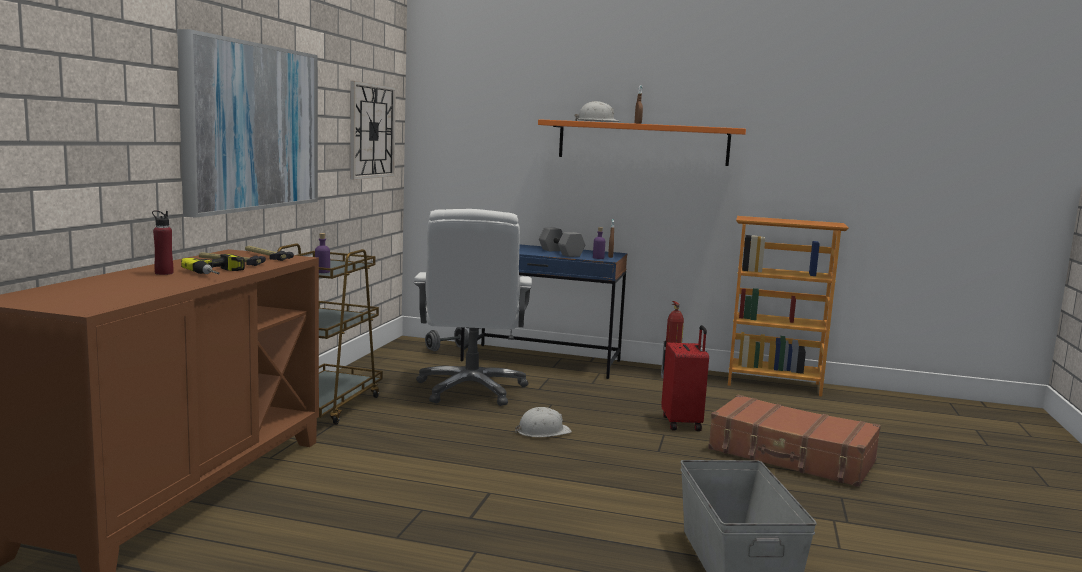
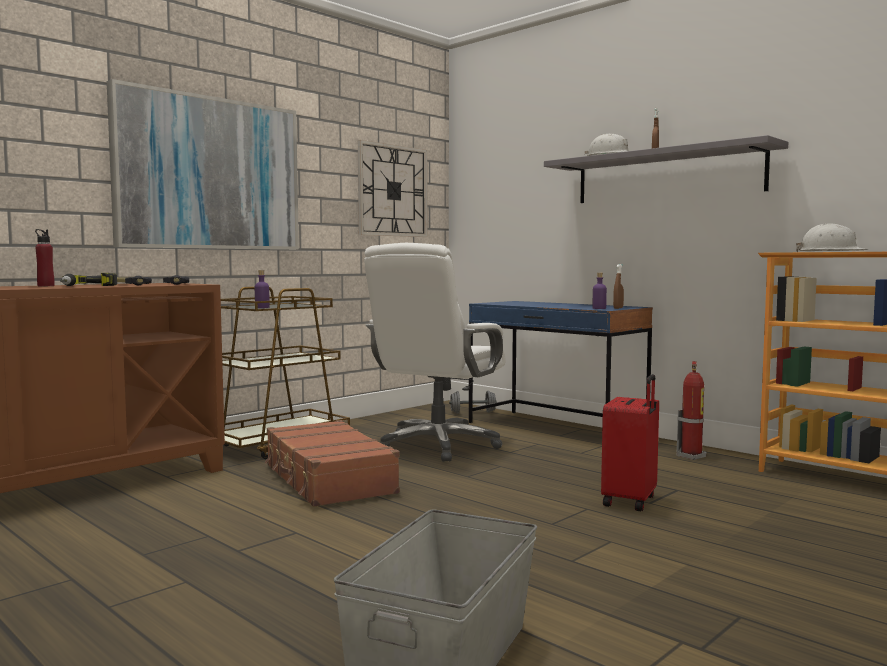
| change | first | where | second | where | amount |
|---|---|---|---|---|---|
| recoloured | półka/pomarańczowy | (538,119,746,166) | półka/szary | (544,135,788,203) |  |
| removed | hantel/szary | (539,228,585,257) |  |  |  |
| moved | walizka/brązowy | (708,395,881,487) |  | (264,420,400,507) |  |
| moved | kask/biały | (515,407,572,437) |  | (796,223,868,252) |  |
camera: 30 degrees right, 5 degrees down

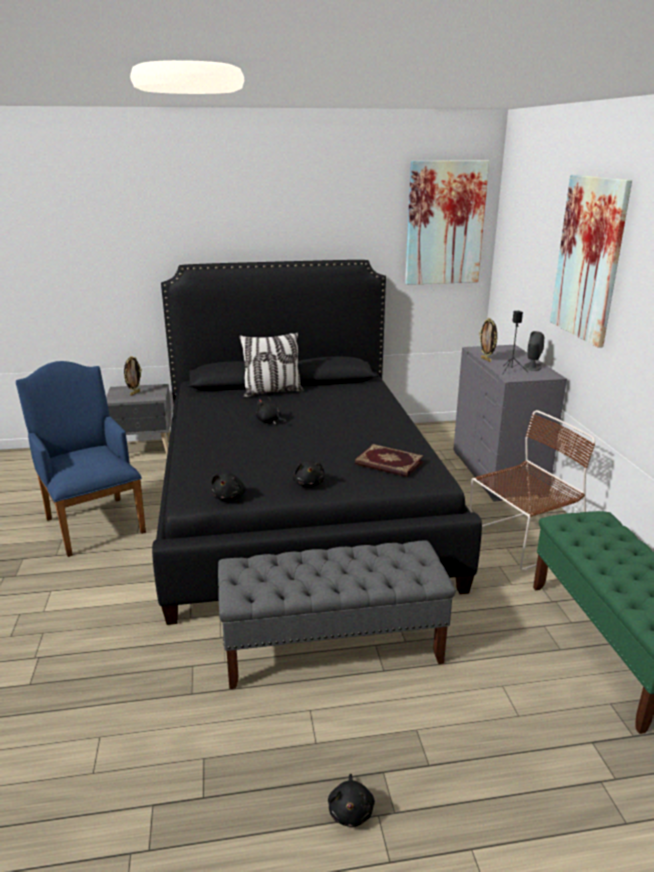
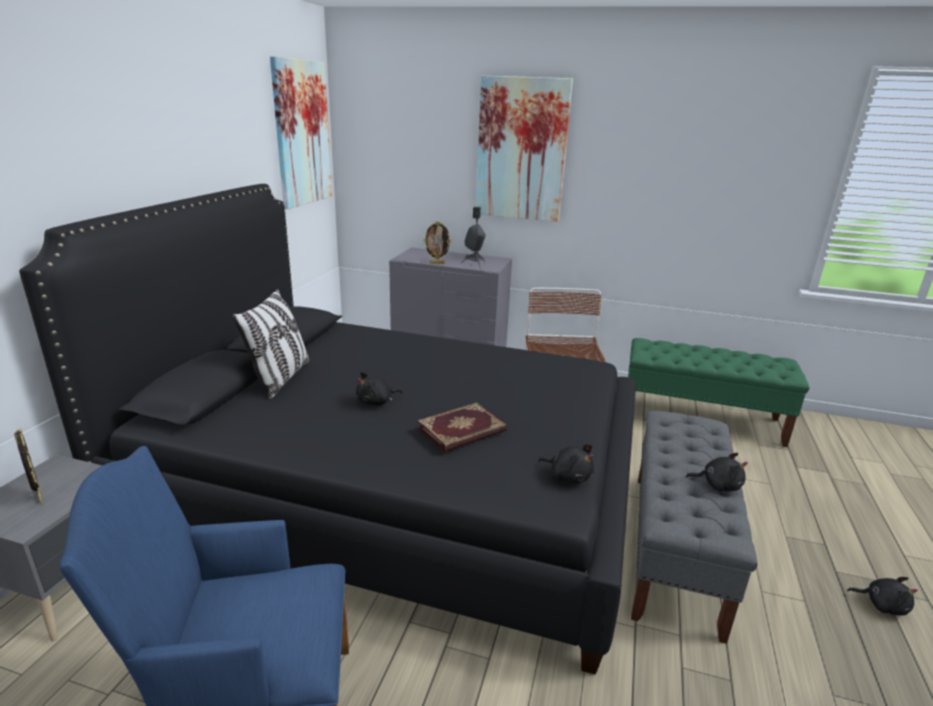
| change | first | where | second | where | amount |
|---|---|---|---|---|---|
| moved | książka | (355,444,424,477) |  | (417,402,507,452) |  |
| moved | pluszak/czarny | (292,460,325,487) |  | (686,453,748,491) |  |
camera: 65 degrees left, 0 degrees up

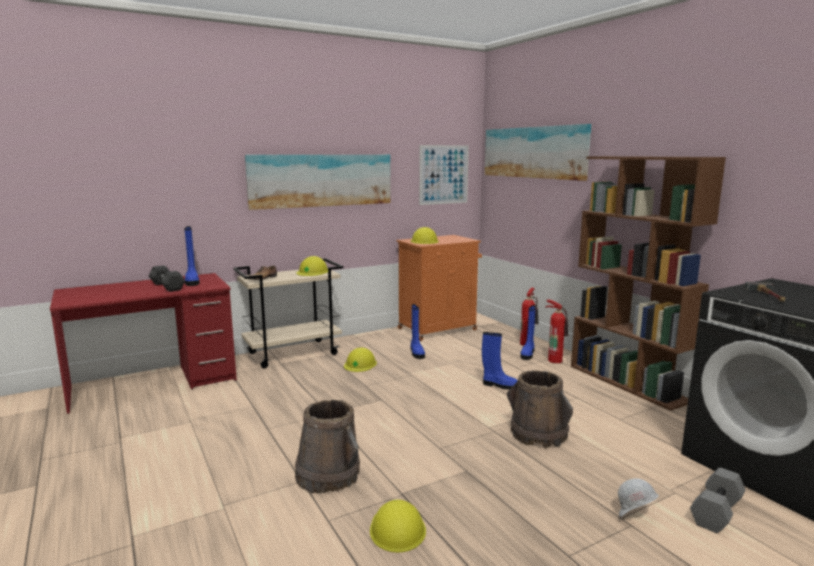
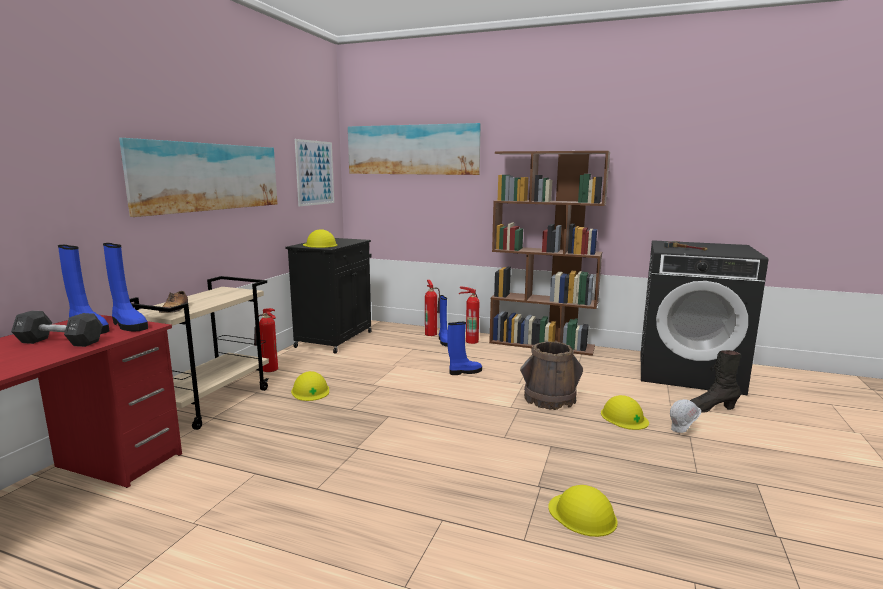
| change | first | where | second | where | amount |
|---|---|---|---|---|---|
| recoloured | szafka/pomarańczowy | (396,235,482,341) | szafka/czarny | (286,238,372,354) |  |
| moved | kask/żółty | (296,256,328,276) |  | (601,395,649,430) |  |
| moved | but z cholewką/niebieski | (410,304,425,359) |  | (103,243,148,332) |  |
| removed | wiadro/brązowy | (295,400,360,493) |  |  |  |
| replaced | hantel/szary | (690,467,745,533) | but z cholewką/czarny | (690,350,741,412) |  |
| added |  |  | gaśnica | (254,308,278,372) |  |
camera: 40 degrees left, 0 degrees up

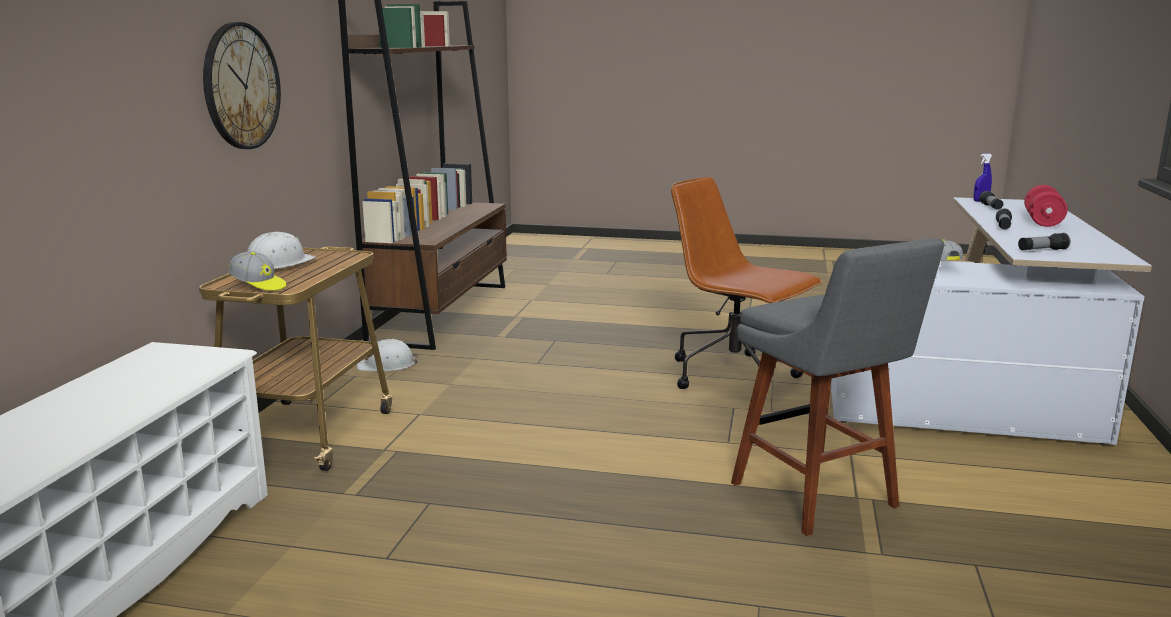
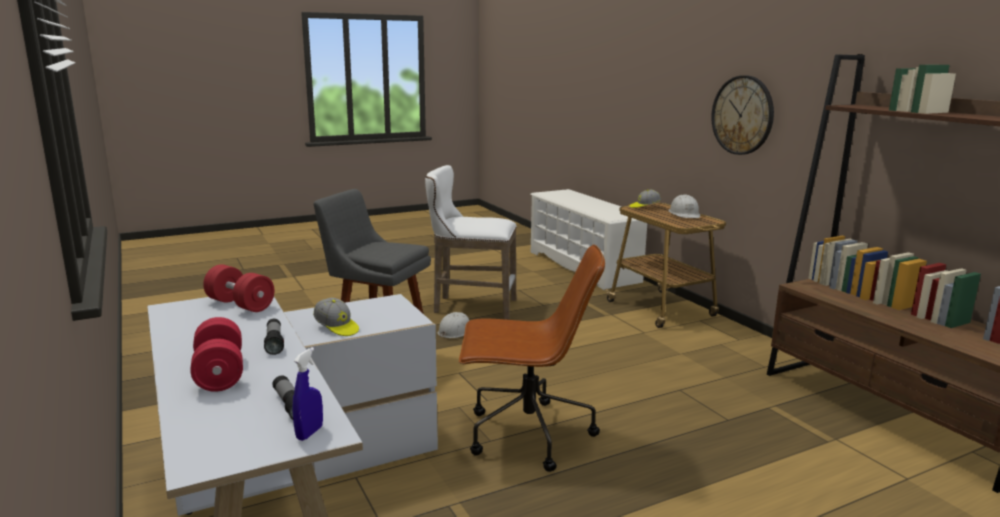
| change | first | where | second | where | amount |
|---|---|---|---|---|---|
| replaced | latarka | (1018,233,1070,250) | hantel/czerwony | (203,264,274,312) |  |
| moved | kask/biały | (357,339,418,371) |  | (438,312,469,338) |  |
| added |  |  | stołek/biały | (425,165,517,319) |  |
camera: 140 degrees right, 0 degrees up

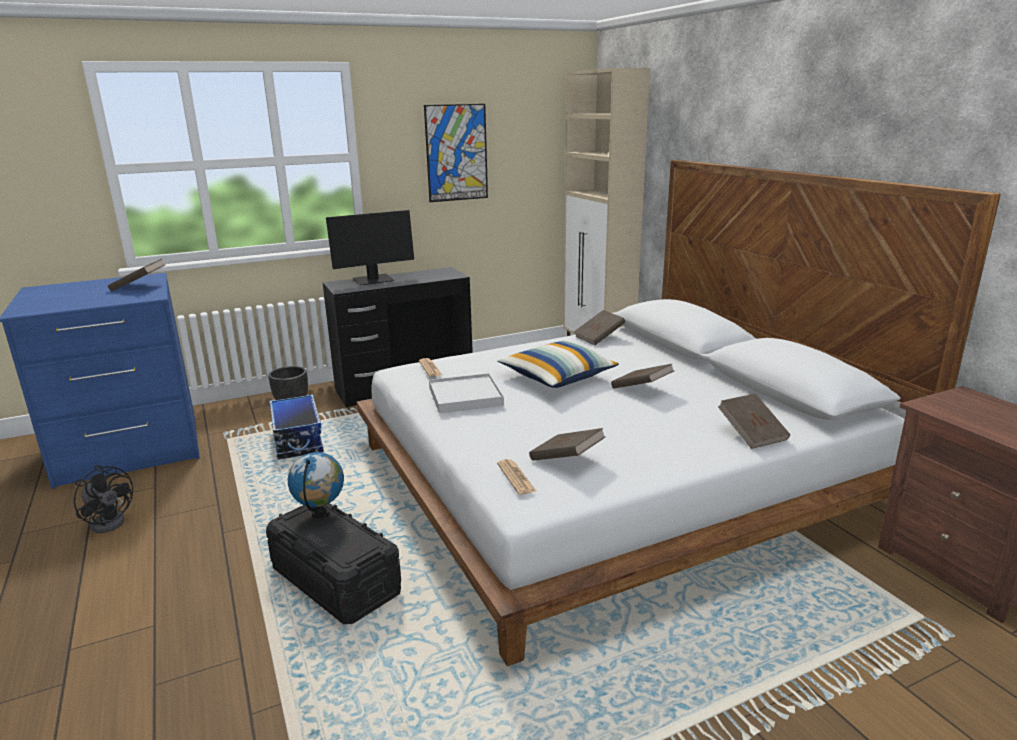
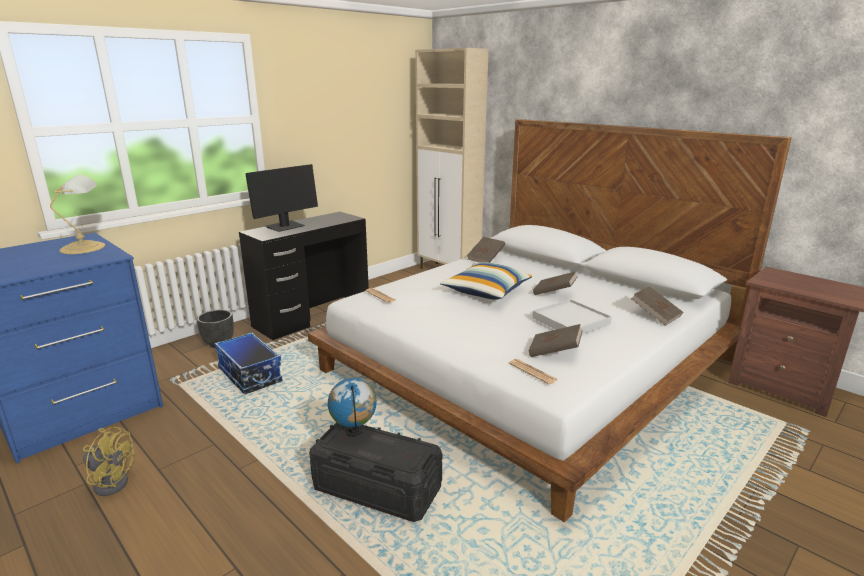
| change | first | where | second | where | amount |
|---|---|---|---|---|---|
| removed | obraz | (424,104,488,202) |  |  |  |
| replaced | książka/brązowy | (108,259,166,291) | lampa stołowa | (50,175,105,254) |  |
| moved | taca/biały | (429,373,504,414) |  | (532,299,612,334) |  |
| recoloured | wentylator/czarny | (74,465,133,533) | wentylator/żółty | (82,427,134,496) |  |
camera: 20 degrees left, 0 degrees up

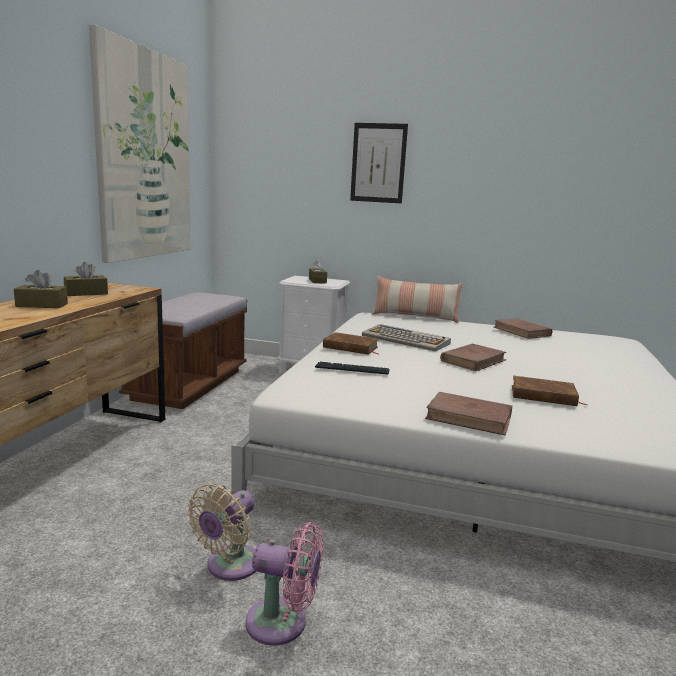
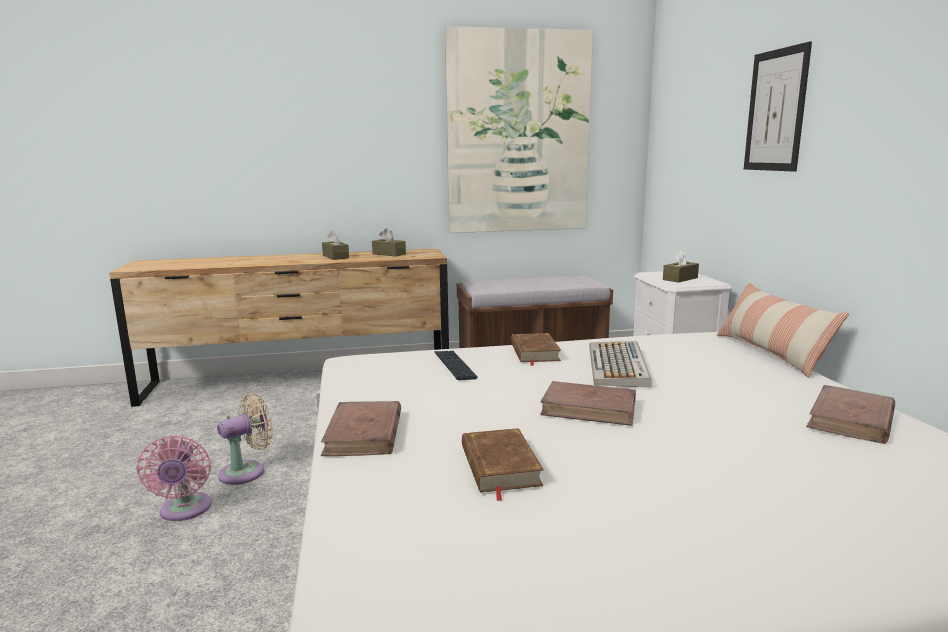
| change | first | where | second | where | amount |
|---|---|---|---|---|---|
| turned | wentylator/beżowy | (187,483,256,581) |  | (217,393,273,485) | 135 degrees clockwise |
camera: 65 degrees right, 0 degrees up

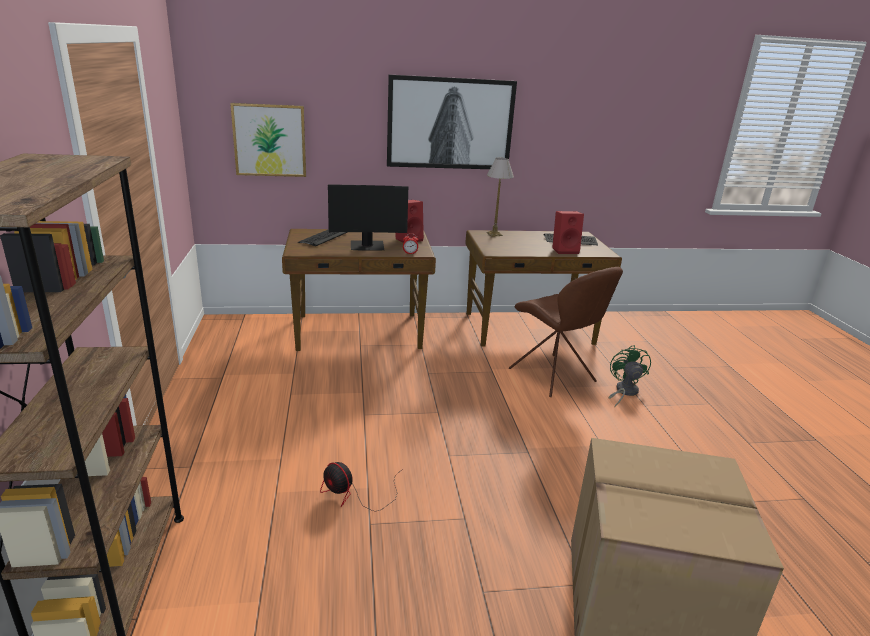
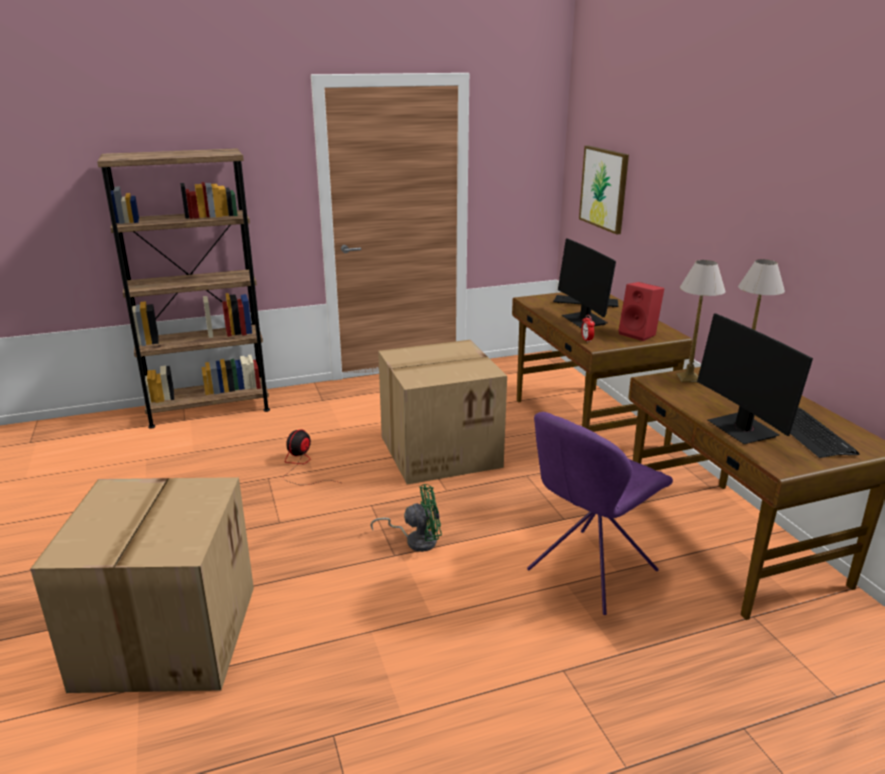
| change | first | where | second | where | amount |
|---|---|---|---|---|---|
| removed | obraz | (387,75,517,169) |  |  |  |
| replaced | głośnik/czerwony | (552,211,584,254) | monitor | (697,313,813,444) |  |
| recoloured | krzesło/brązowy | (509,267,623,397) | krzesło/fioletowy | (527,412,673,615) |  |
| moved | wentylator/zielony | (608,345,651,407) |  | (370,484,442,552) |  |
| added |  |  | lampa stołowa | (677,260,726,382) |  |
| added |  |  | karton | (378,340,507,485) |  |
camera: 80 degrees right, 0 degrees up

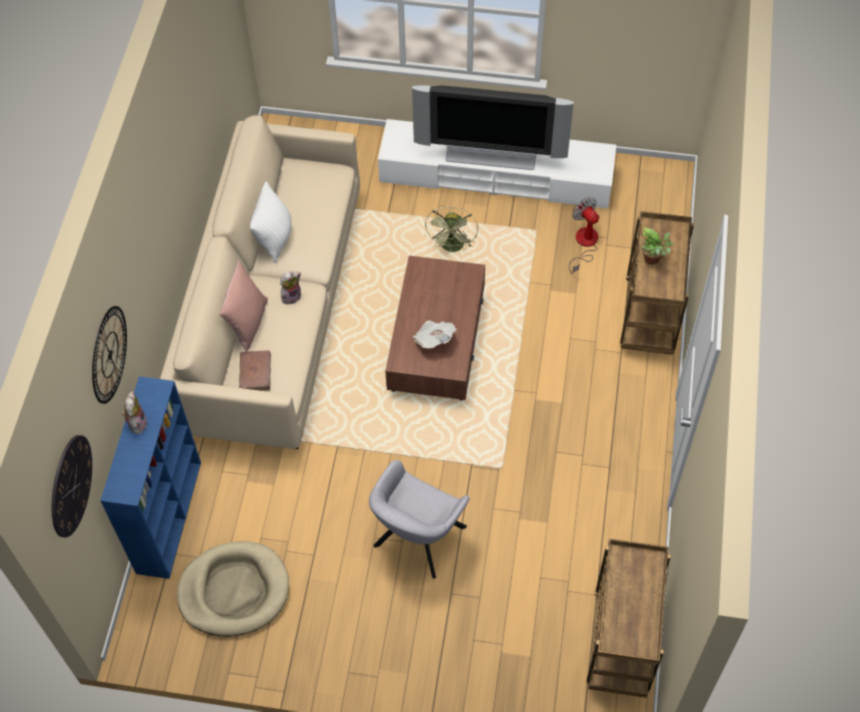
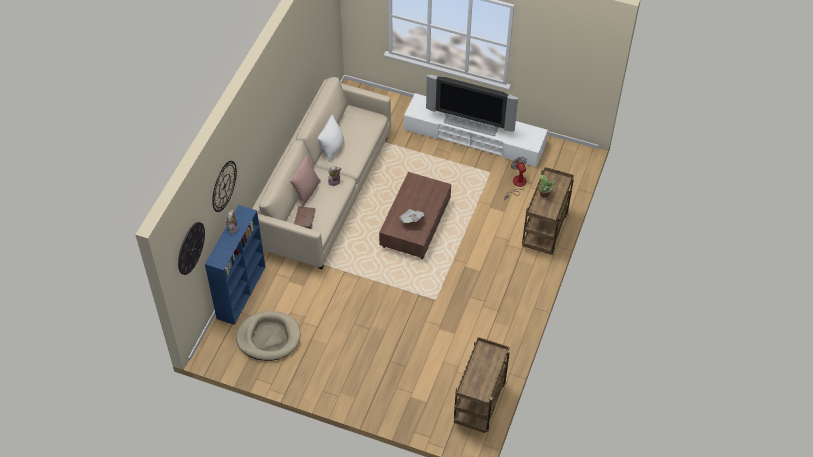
| change | first | where | second | where | amount |
|---|---|---|---|---|---|
| removed | wentylator/zielony | (425,206,478,252) |  |  |  |
| removed | fotel/szary | (369,460,469,579) |  |  |  |
camera: 10 degrees right, 5 degrees down

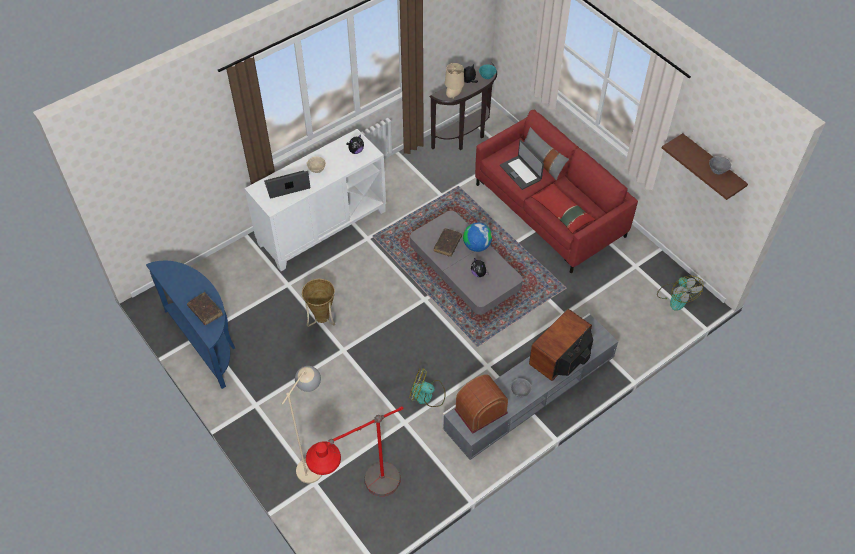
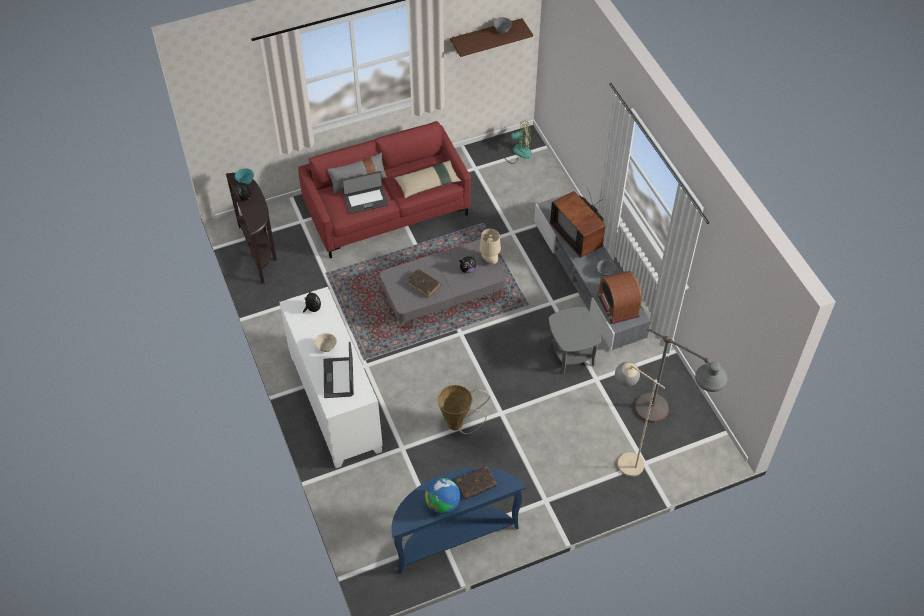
| change | first | where | second | where | amount |
|---|---|---|---|---|---|
| moved | lampa stołowa/beżowy | (445,63,464,99) |  | (480,229,501,264) |  |
| recoloured | poduszka/czerwony | (531,183,596,234) | poduszka/beżowy | (394,160,461,198) |  |
| moved | globus | (463,223,492,252) |  | (425,478,460,514) |  |
| replaced | wentylator | (409,368,446,407) | stolik/szary | (548,307,602,375) |  |
| recoloured | lampa stojąca/czerwony | (306,406,403,496) | lampa stojąca/szary | (634,327,728,423) |  |
camera: 75 degrees left, 0 degrees up

